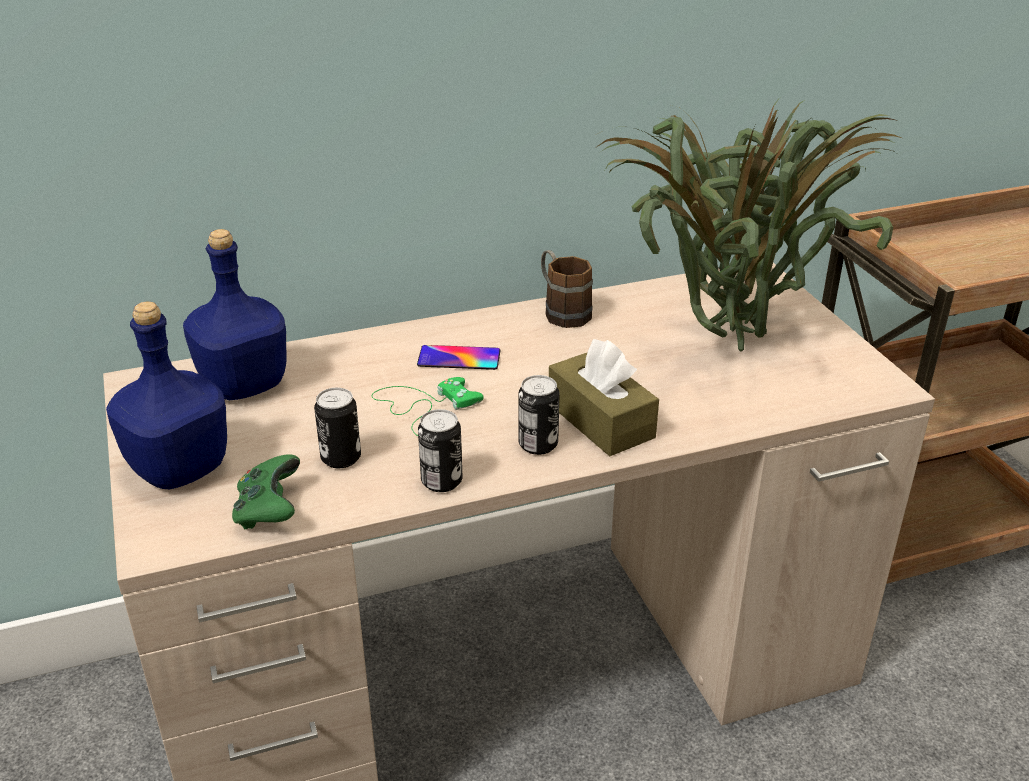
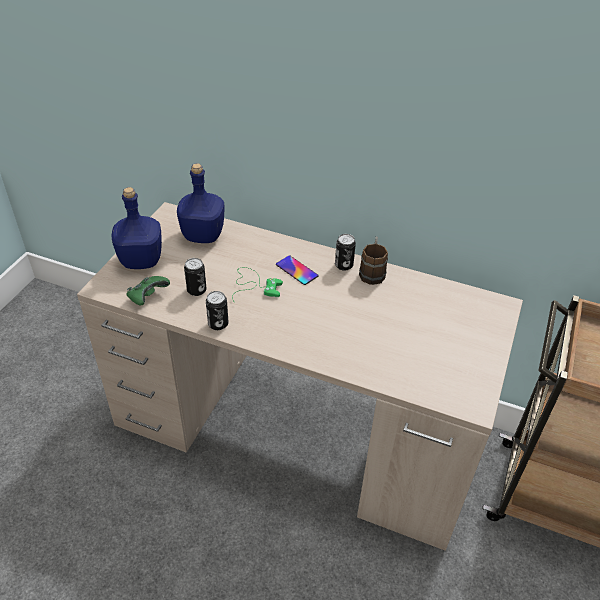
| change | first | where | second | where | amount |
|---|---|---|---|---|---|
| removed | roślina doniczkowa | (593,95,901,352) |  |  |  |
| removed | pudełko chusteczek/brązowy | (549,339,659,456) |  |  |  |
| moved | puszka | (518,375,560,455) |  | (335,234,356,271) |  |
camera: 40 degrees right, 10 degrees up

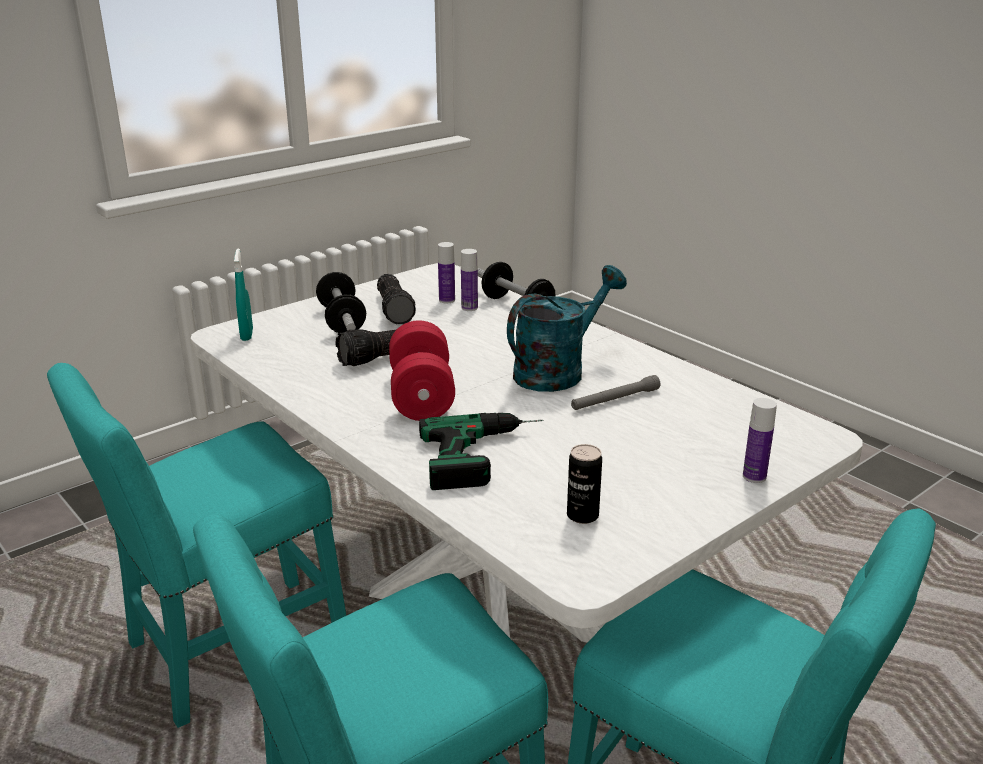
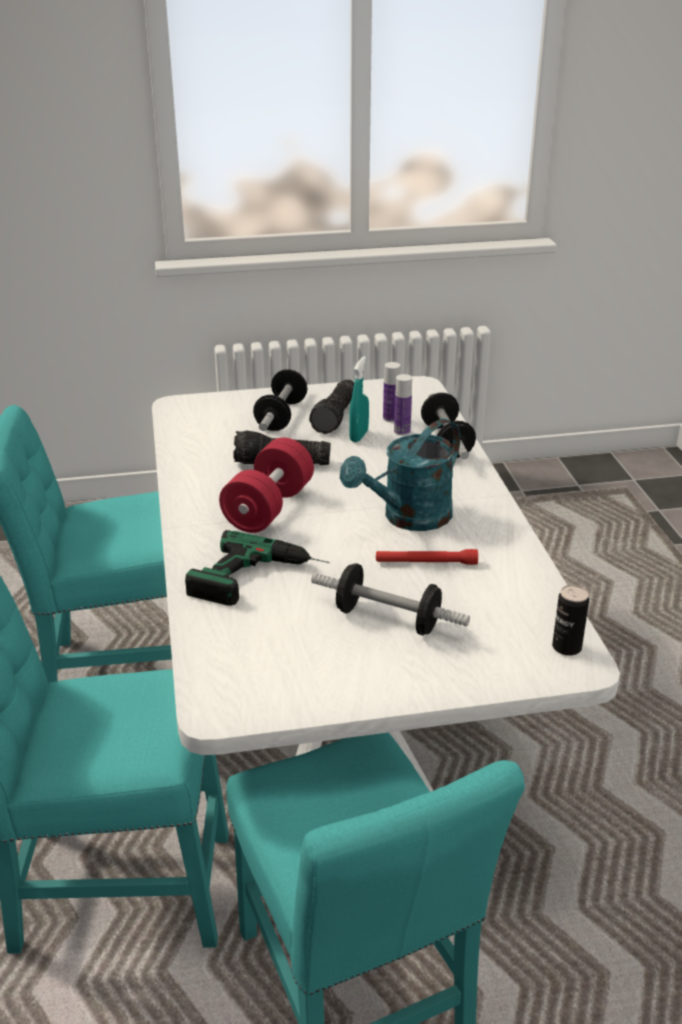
| change | first | where | second | where | amount |
|---|---|---|---|---|---|
| moved | spryskiwacz/turkusowy | (234,248,253,341) |  | (349,356,369,442) |  |
| turned | konewka/turkusowy | (507,265,627,392) |  | (340,418,460,531) | 150 degrees clockwise |
| recoloured | latarka/szary | (571,375,660,410) | latarka/czerwony | (376,549,478,565) |  |
| removed | butelka | (743,398,777,483) |  |  |  |
| moved | puszka | (567,444,602,524) |  | (552,585,589,656) |  |
| added |  |  | hantel | (311,563,470,635) |  |
camera: 30 degrees right, 5 degrees up

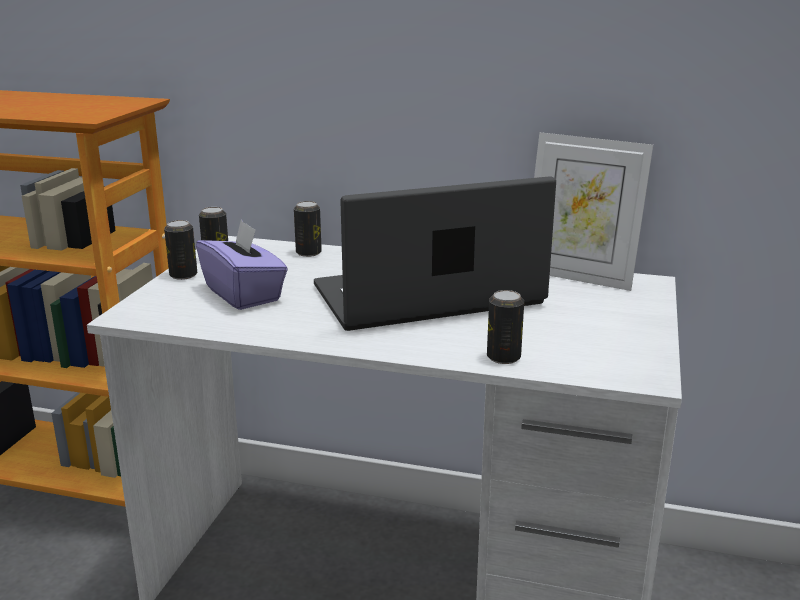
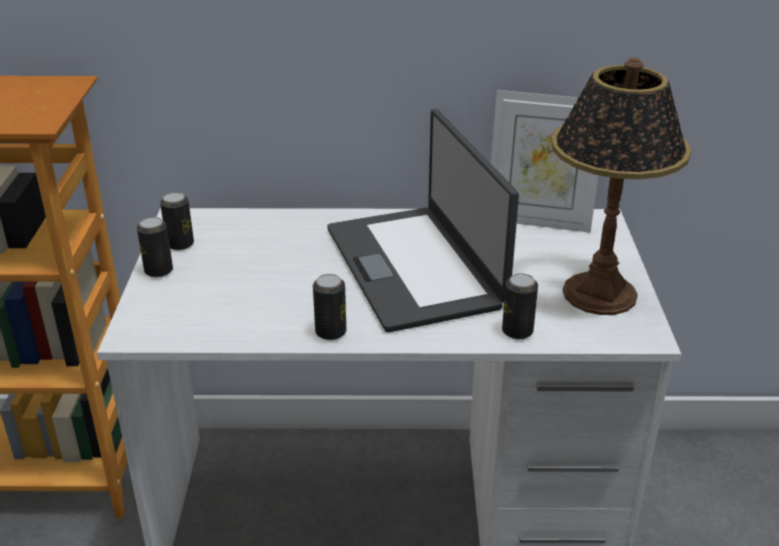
| change | first | where | second | where | amount |
|---|---|---|---|---|---|
| turned | laptop | (314,176,556,331) |  | (327,109,519,333) | 75 degrees counterclockwise |
| moved | puszka | (294,201,322,257) |  | (313,274,346,340) |  |
| removed | pudełko chusteczek/fioletowy | (196,220,288,310) |  |  |  |
| added |  |  | lampa stołowa | (551,58,691,315) |  |
camera: 15 degrees left, 10 degrees up

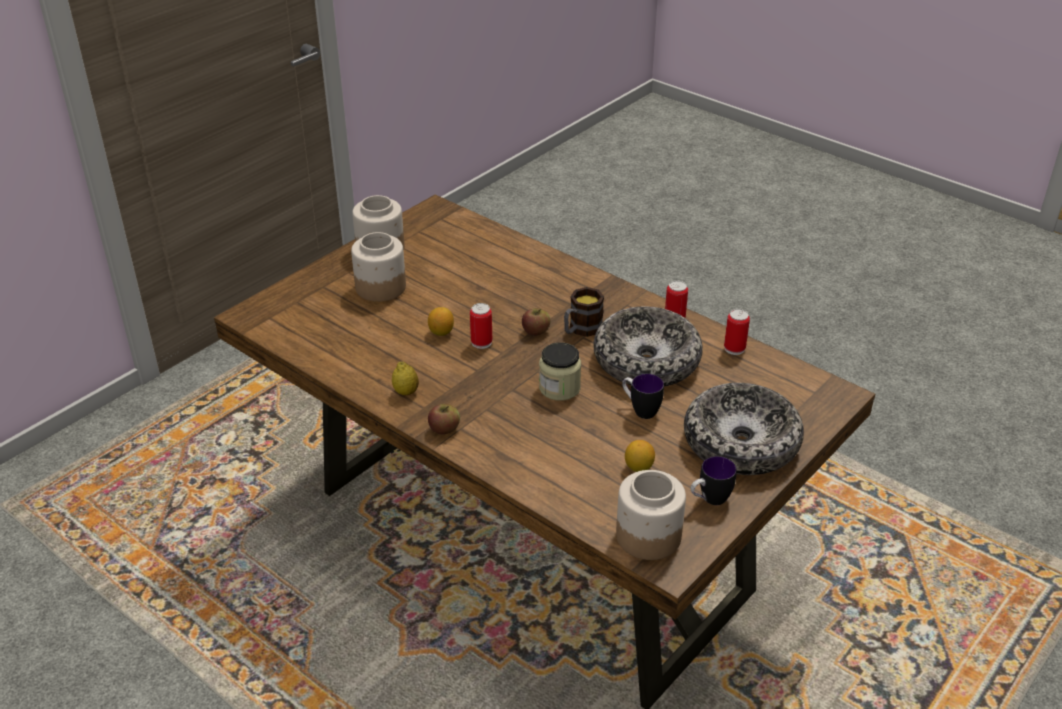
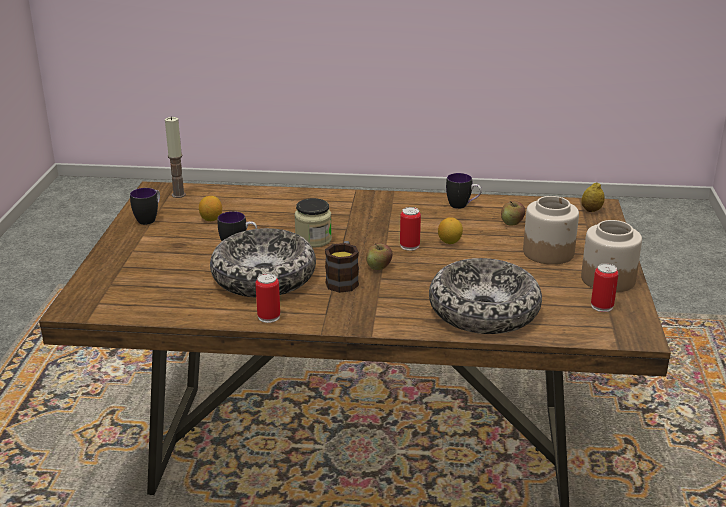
| change | first | where | second | where | amount |
|---|---|---|---|---|---|
| moved | puszka | (724,309,750,355) |  | (591,263,618,312) |  |
| moved | cytryna | (392,362,419,395) |  | (581,182,605,212) |  |
| moved | miska | (684,383,804,475) |  | (429,258,542,334) |  |
| moved | jabłko | (428,404,460,435) |  | (501,201,525,225) |  |
| replaced | słoik | (616,470,686,560) | świeca | (165,116,186,198) |  |
| added |  |  | kubek | (446,173,482,209) |  |
camera: 145 degrees right, 10 degrees down

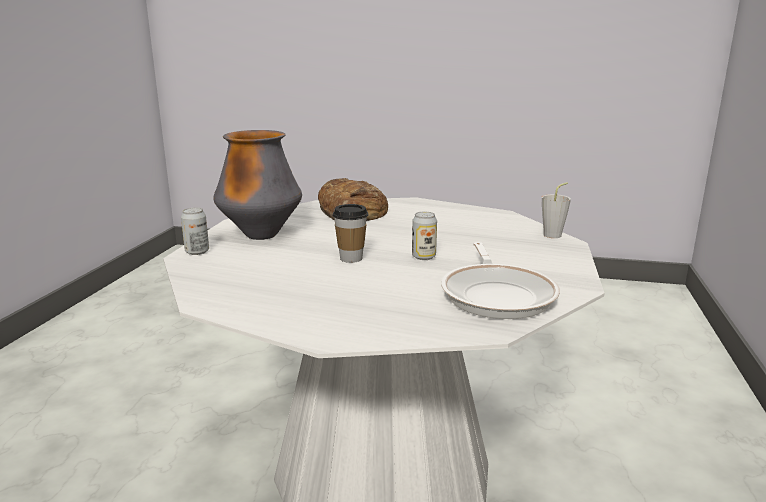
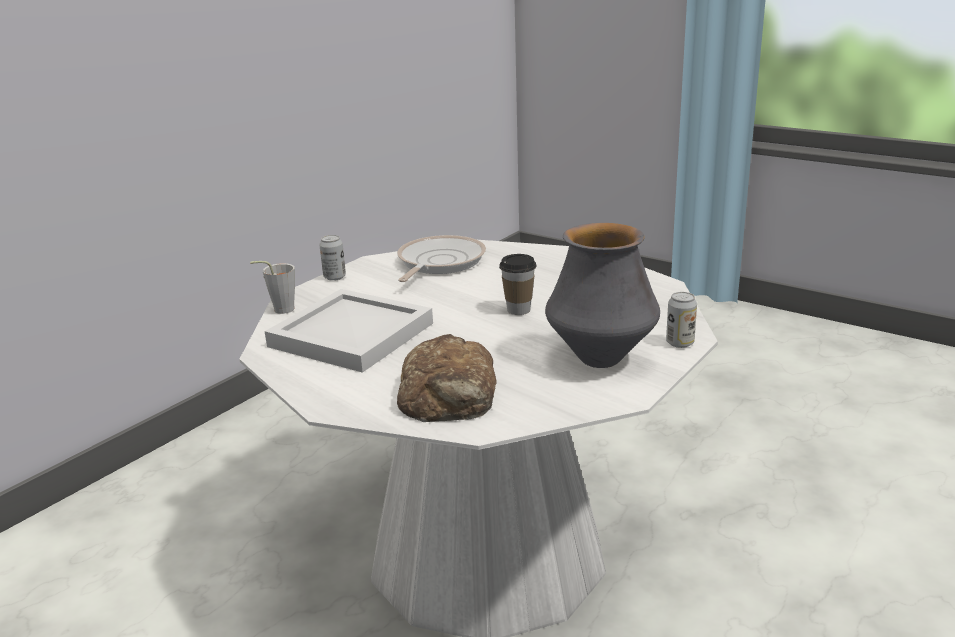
| change | first | where | second | where | amount |
|---|---|---|---|---|---|
| moved | puszka | (412,212,437,260) |  | (319,235,346,281) |  |
| added |  |  | taca/biały | (265,289,433,373) |  |
camera: 155 degrees left, 5 degrees up

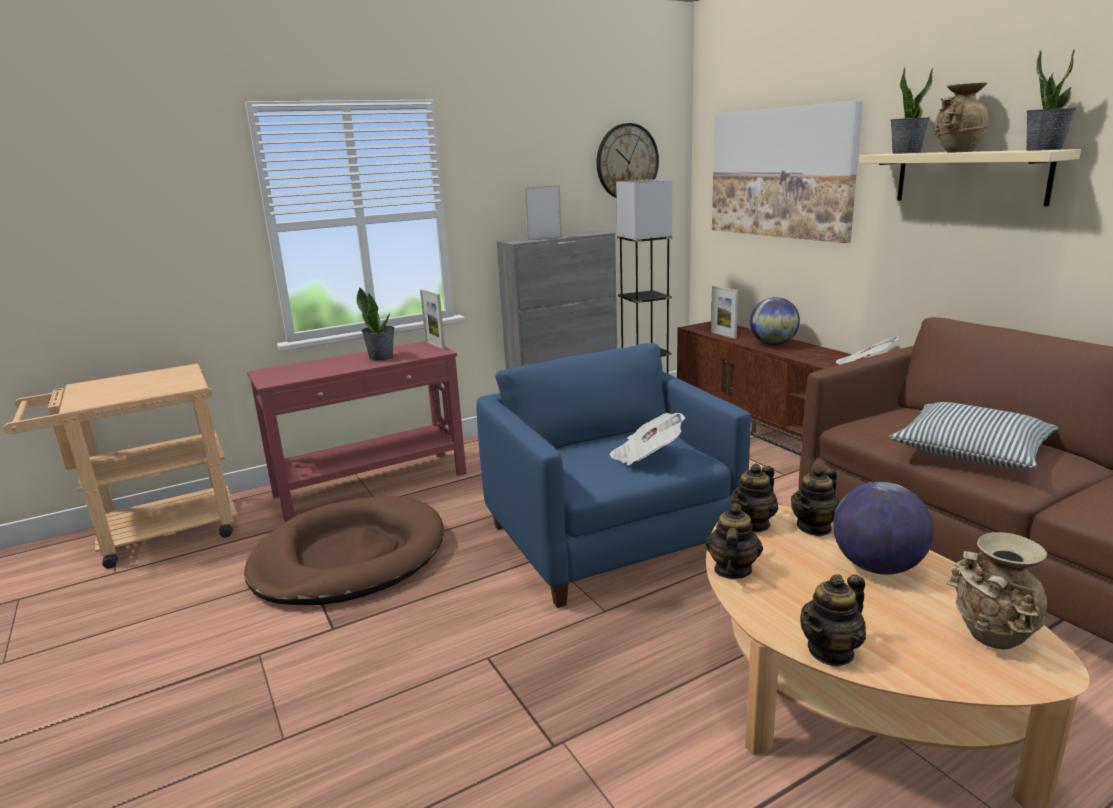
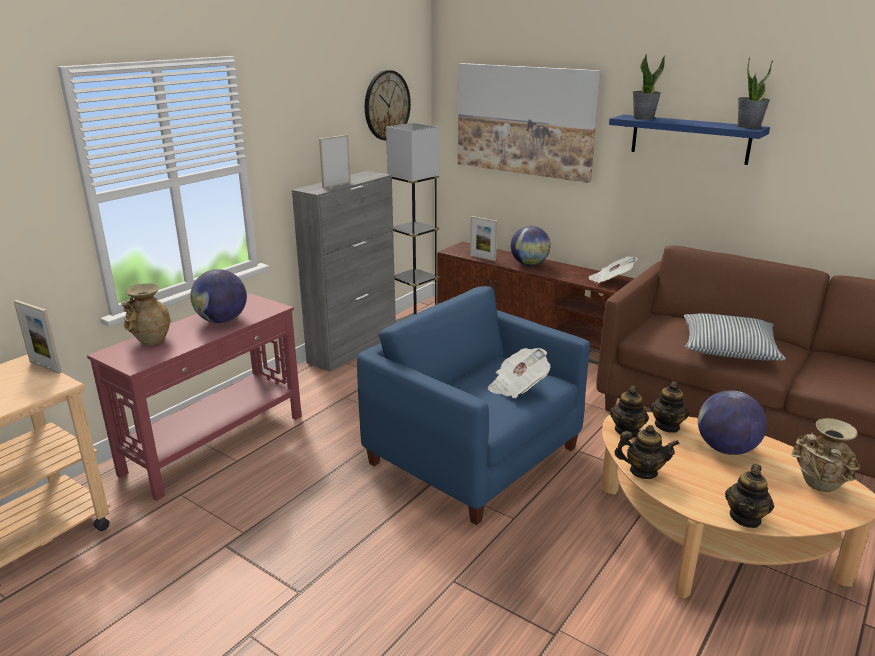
| change | first | where | second | where | amount |
|---|---|---|---|---|---|
| moved | wazon/beżowy | (934,82,989,153) |  | (121,284,172,345) |  |
| recoloured | półka/beżowy | (859,149,1081,206) | półka/niebieski | (609,115,770,165) |  |
| replaced | roślina doniczkowa | (356,287,395,361) | globus | (190,269,247,323) |  |
| moved | ramka na zdjęcie | (420,289,445,350) |  | (14,300,62,374) |  |
| removed | legowisko/brązowy | (244,496,444,605) |  |  |  |
| turned | imbryk | (706,503,763,579) |  | (614,425,680,479) | 105 degrees clockwise |
camera: 25 degrees left, 5 degrees up

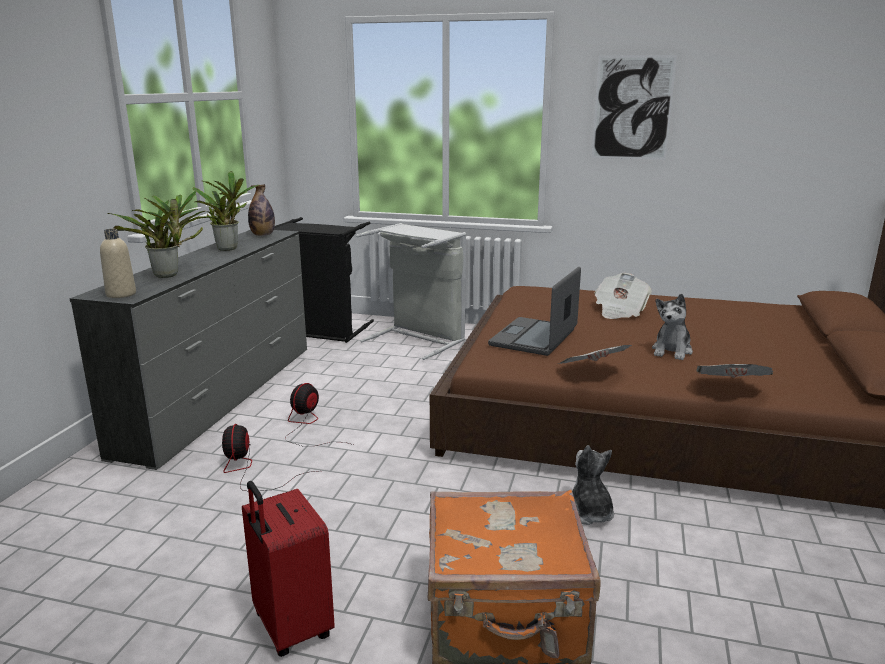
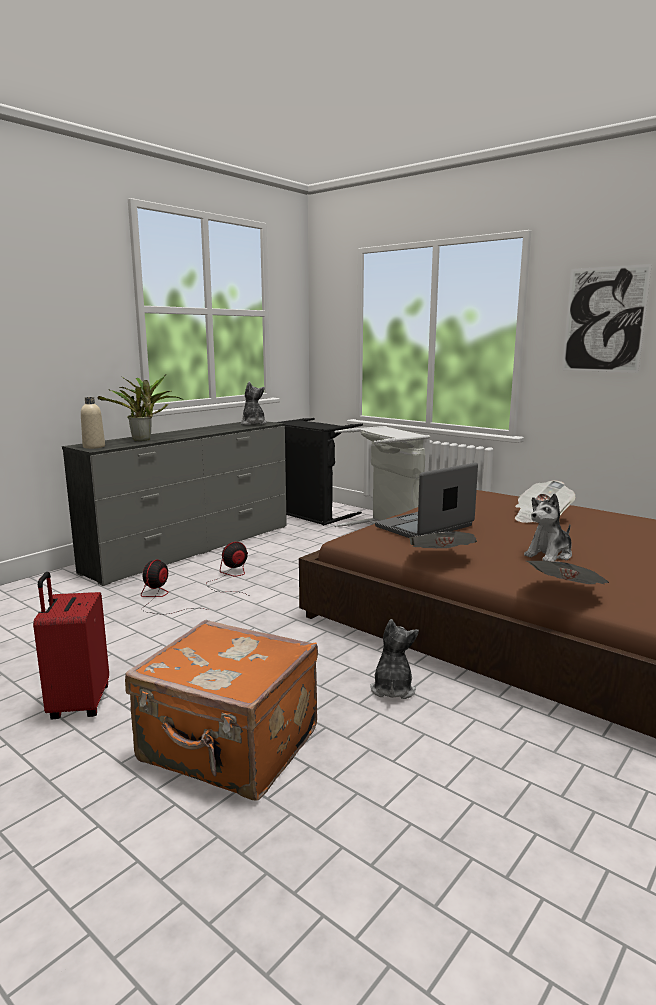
| change | first | where | second | where | amount |
|---|---|---|---|---|---|
| removed | roślina doniczkowa | (192,171,260,251) |  |  |  |
| replaced | butelka | (248,184,275,236) | pluszak | (241,382,267,425) |  |
camera: 25 degrees right, 5 degrees down

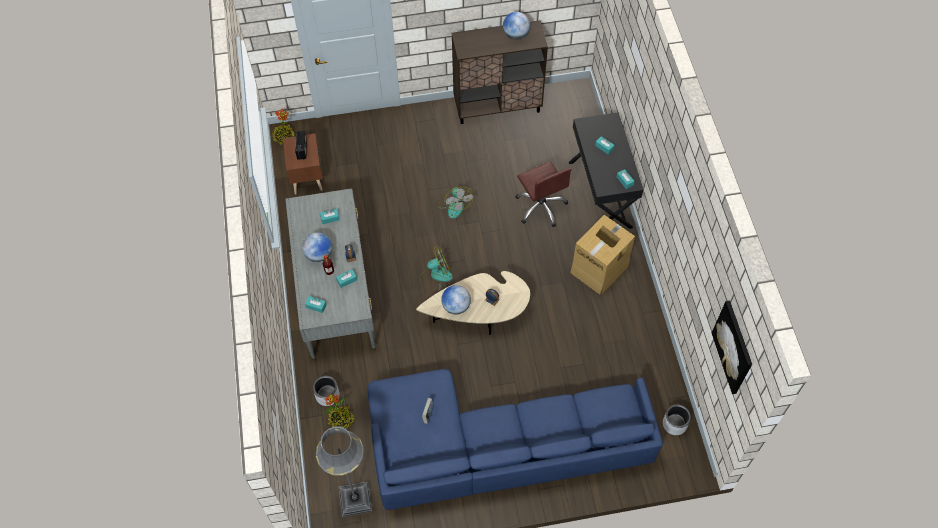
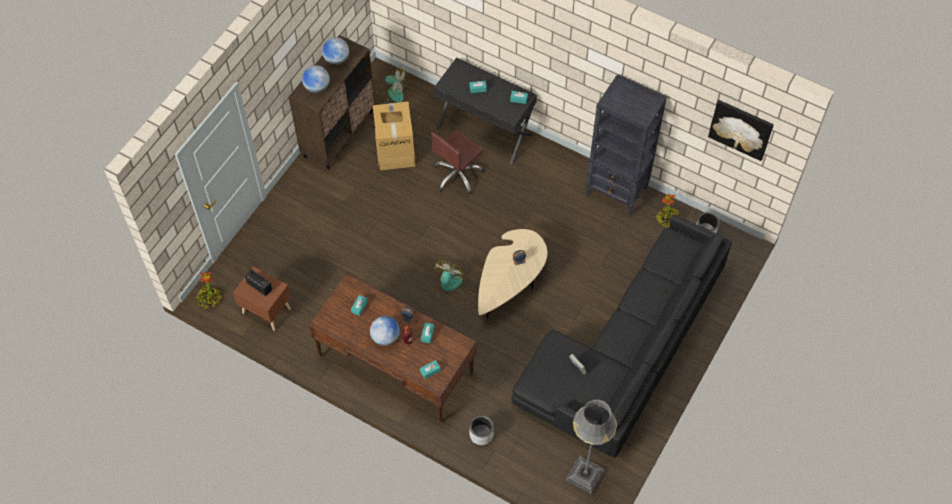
| change | first | where | second | where | amount |
|---|---|---|---|---|---|
| turned | krzesło biurowe/brązowy | (516,161,571,227) |  | (431,130,484,195) | 120 degrees clockwise |
| moved | wentylator | (436,186,474,219) |  | (377,67,407,104) |  |
| recoloured | biurko/szary | (285,189,376,360) | biurko/brązowy | (308,273,477,424) |  |
| moved | karton | (570,215,635,295) |  | (373,102,416,170) |  |
| moved | globus | (441,285,471,315) |  | (302,65,330,93) |  |
| recoloured | kanapa/niebieski | (367,369,663,511) | kanapa/czarny | (511,214,732,459) |  |
| moved | roślina doniczkowa | (325,394,354,428) |  | (656,194,680,227) |  |
| added |  |  | regał/czarny | (586,75,667,216) |  |
camera: 50 degrees left, 0 degrees up

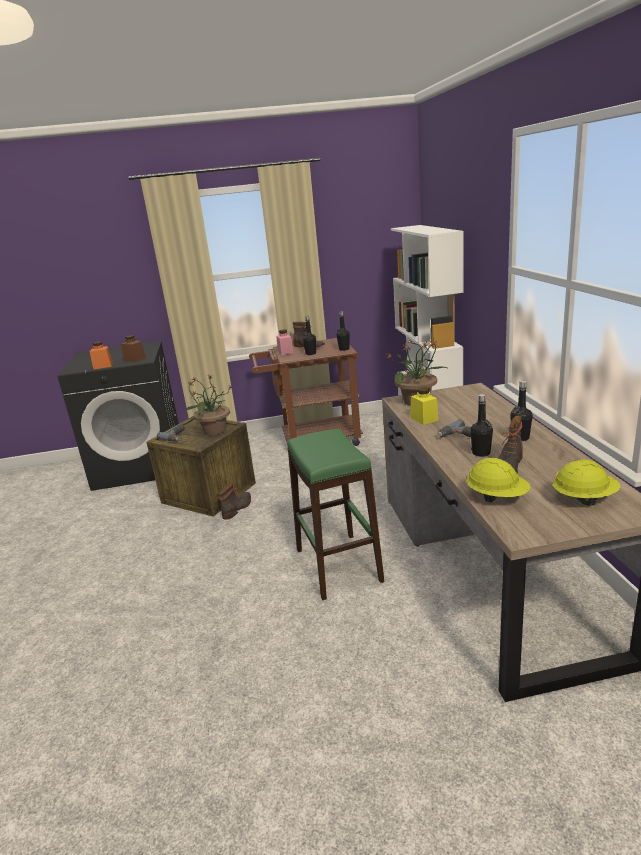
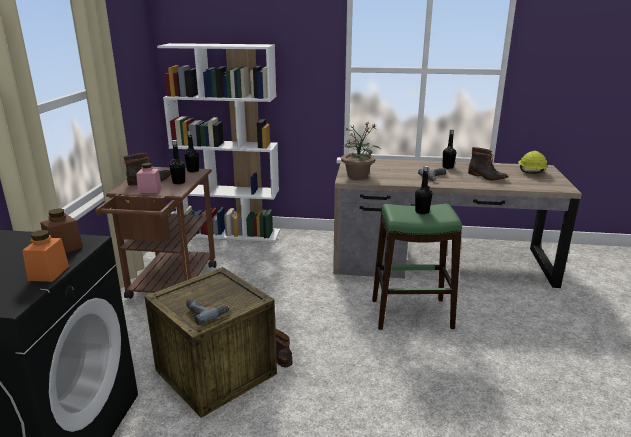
| change | first | where | second | where | amount |
|---|---|---|---|---|---|
| removed | roślina doniczkowa | (183,375,231,435) |  |  |  |
| removed | słoik/żółty | (410,387,438,425) |  |  |  |
| moved | butelka/czarny | (470,394,493,457) |  | (415,165,432,214) |  |
| removed | kask/żółty | (466,458,531,502) |  |  |  |
camera: 75 degrees left, 0 degrees up

